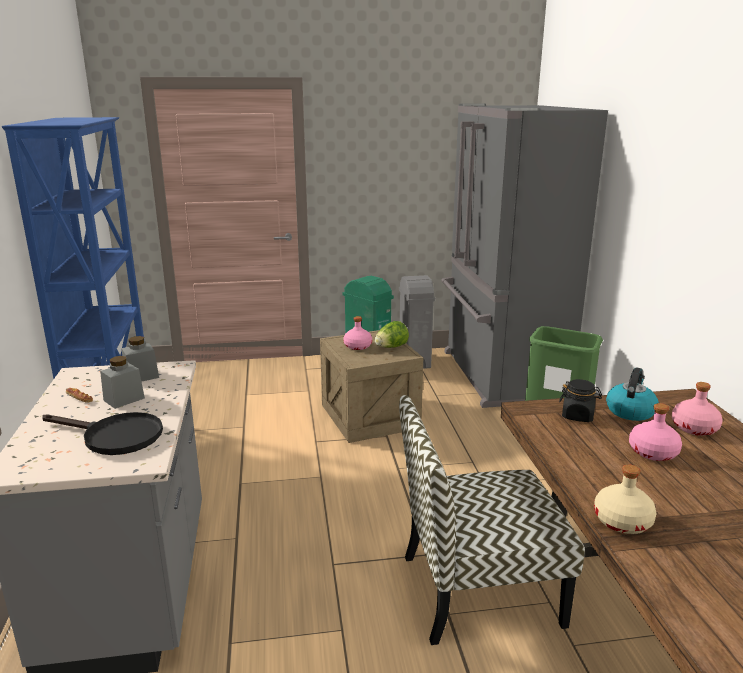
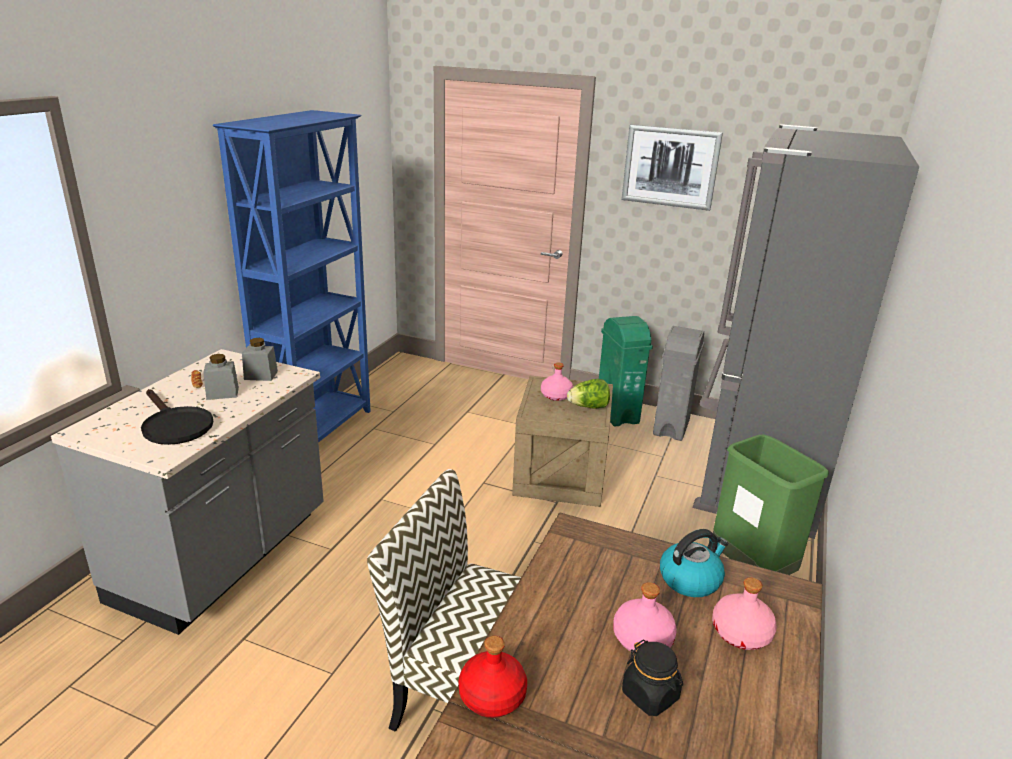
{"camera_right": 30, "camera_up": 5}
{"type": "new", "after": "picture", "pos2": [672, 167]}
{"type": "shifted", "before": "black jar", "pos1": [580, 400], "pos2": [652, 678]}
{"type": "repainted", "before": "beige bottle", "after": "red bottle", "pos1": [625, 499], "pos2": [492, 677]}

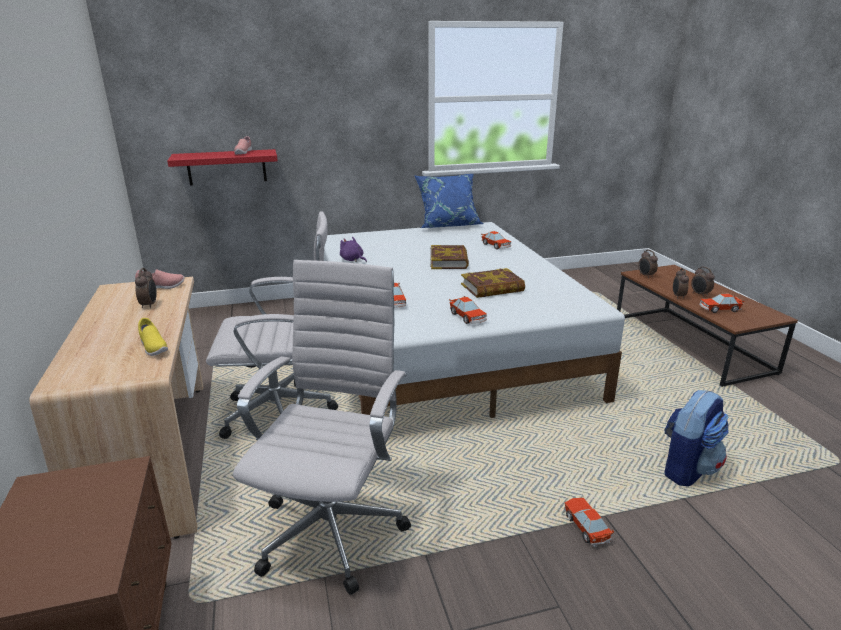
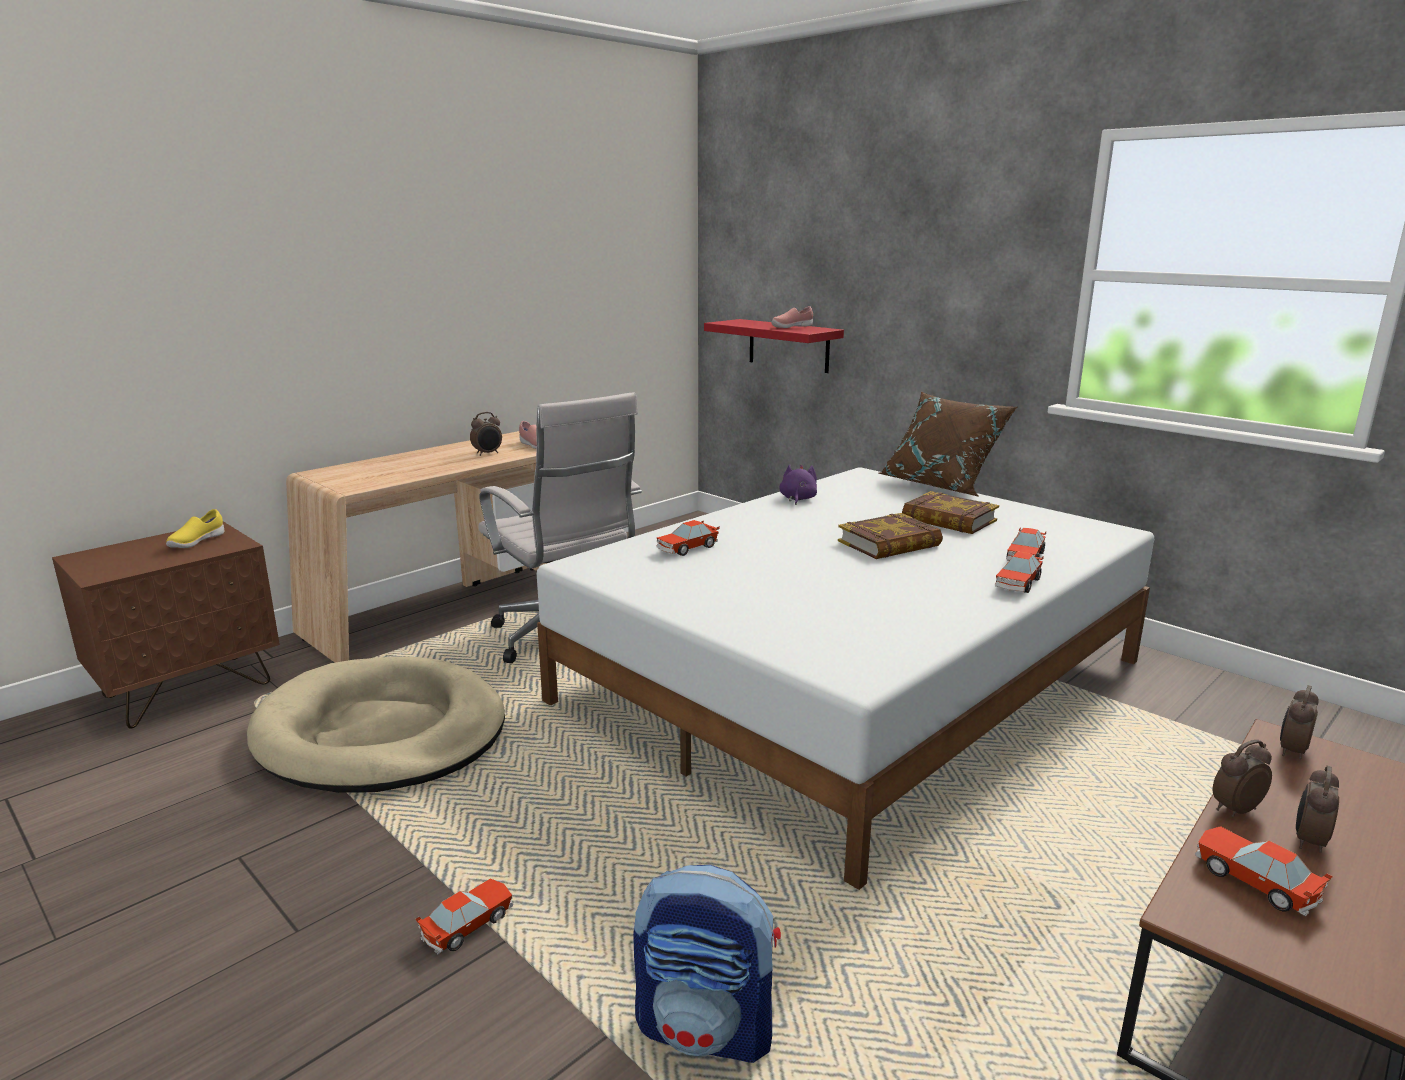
{"camera_right": 60, "camera_up": -5}
{"type": "gone", "before": "blue pillow", "pos1": [449, 201]}
{"type": "new", "after": "brown pillow", "pos2": [947, 444]}
{"type": "shifted", "before": "yellow shoe", "pos1": [153, 337], "pos2": [195, 528]}
{"type": "shifted", "before": "toy car", "pos1": [468, 310], "pos2": [1019, 572]}
{"type": "shifted", "before": "book", "pos1": [493, 283], "pos2": [950, 512]}
{"type": "swapped", "before": "white office chair", "after": "beige dog bed", "pos1": [322, 427], "pos2": [376, 725]}

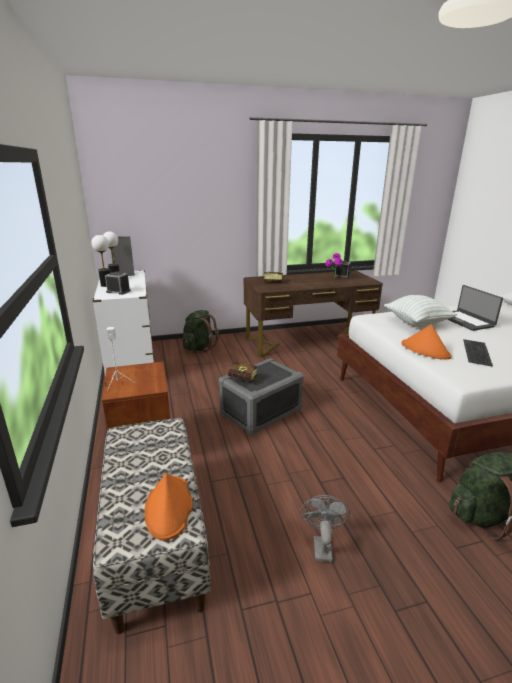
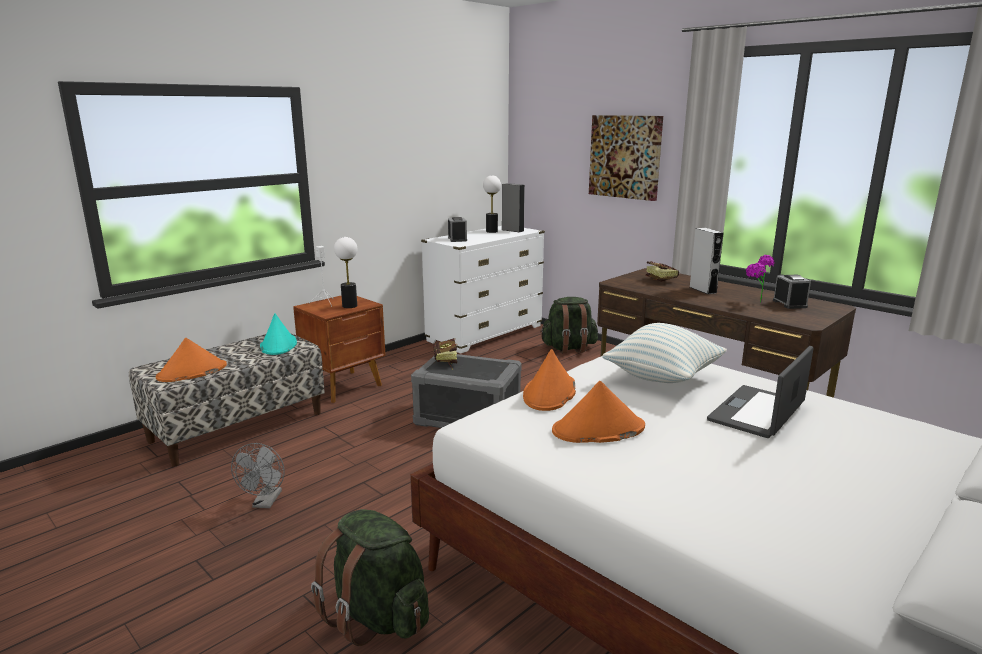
{"camera_right": 60, "camera_up": -5}
{"type": "new", "after": "turquoise hat", "pos2": [278, 334]}
{"type": "new", "after": "picture", "pos2": [626, 158]}
{"type": "new", "after": "grey speaker", "pos2": [707, 261]}
{"type": "shifted", "before": "table lamp", "pos1": [100, 261], "pos2": [345, 272]}
{"type": "swapped", "before": "keyboard", "after": "orange hat", "pos1": [478, 353], "pos2": [598, 412]}
{"type": "rotated", "before": "grey fan", "pos1": [325, 528], "pos2": [258, 475], "turn": 120}

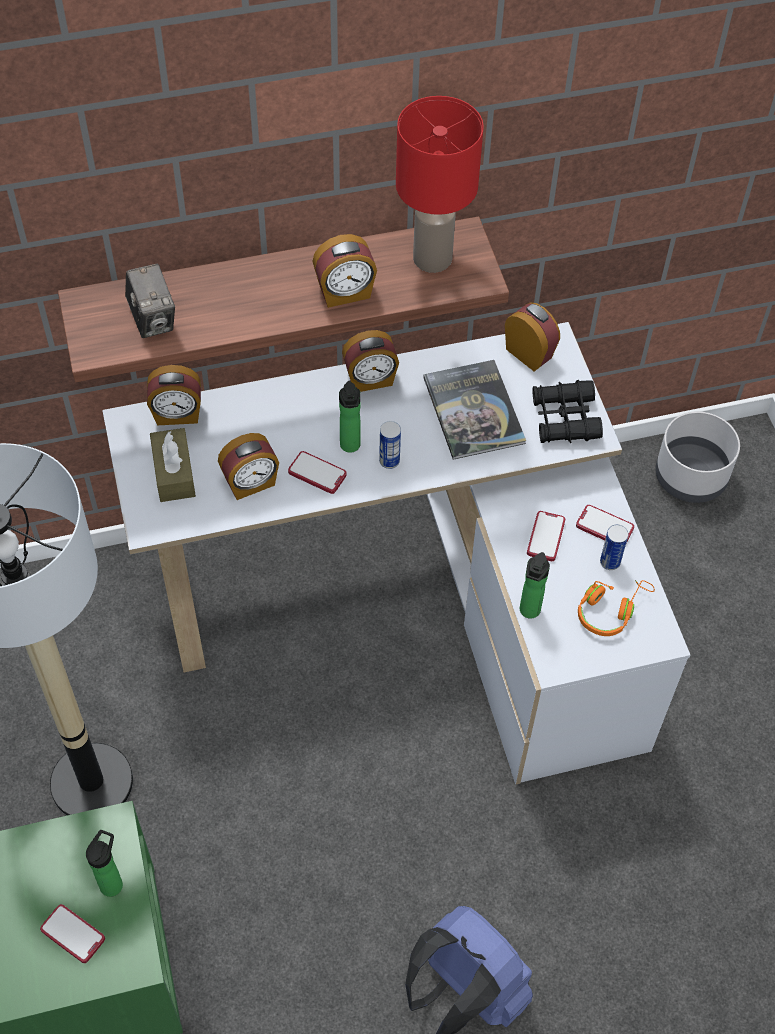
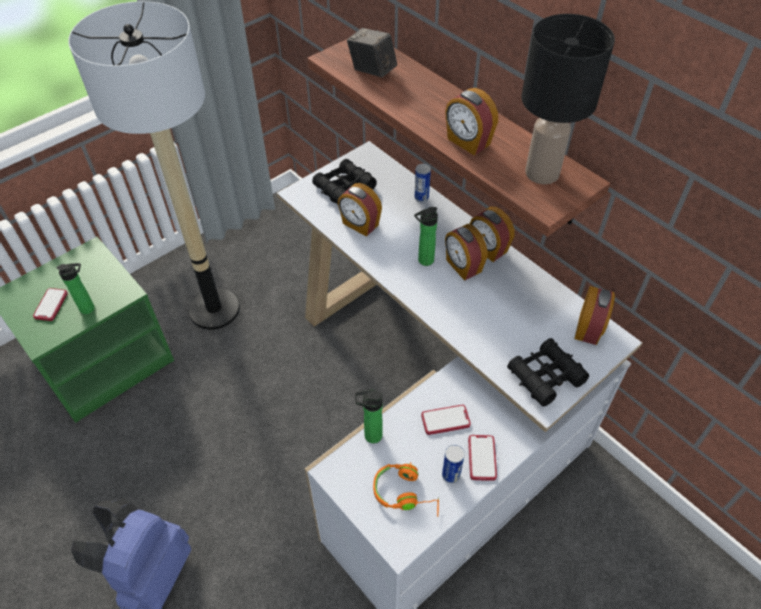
{"camera_right": 65, "camera_up": -5}
{"type": "gone", "before": "phone", "pos1": [317, 472]}
{"type": "gone", "before": "book", "pos1": [474, 410]}
{"type": "gone", "before": "grey planter", "pos1": [697, 457]}
{"type": "shifted", "before": "alarm clock", "pos1": [174, 395], "pos2": [466, 252]}
{"type": "shifted", "before": "can", "pos1": [390, 445], "pos2": [422, 183]}
{"type": "swapped", "before": "brown tissue box", "after": "black binoculars", "pos1": [173, 465], "pos2": [344, 181]}
{"type": "repainted", "before": "red table lamp", "after": "black table lamp", "pos1": [440, 184], "pos2": [568, 99]}
{"type": "rotated", "before": "photo camera", "pos1": [150, 301], "pos2": [372, 52], "turn": 90}

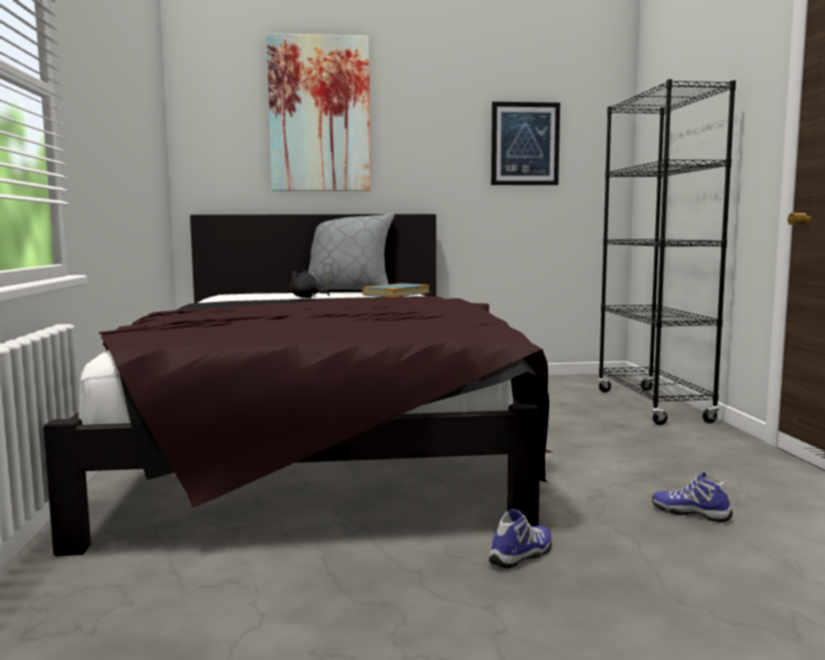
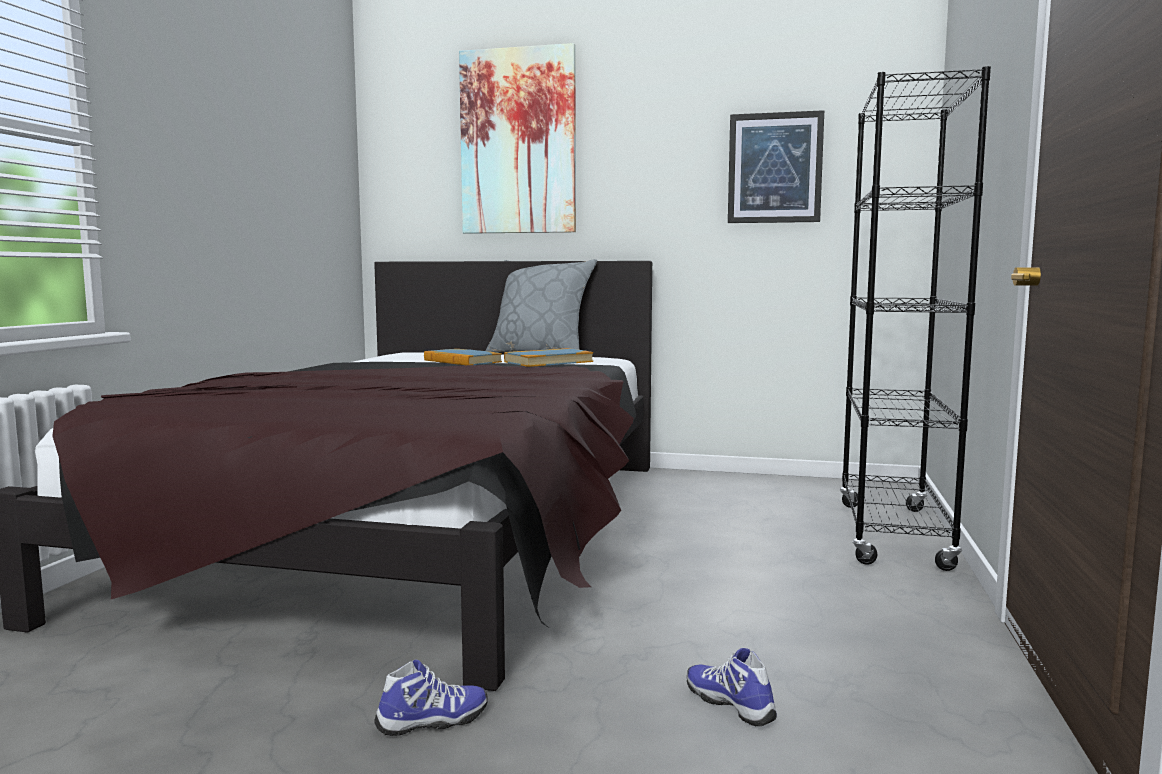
{"camera_right": 20, "camera_up": 0}
{"type": "swapped", "before": "black plush toy", "after": "book", "pos1": [310, 284], "pos2": [463, 357]}

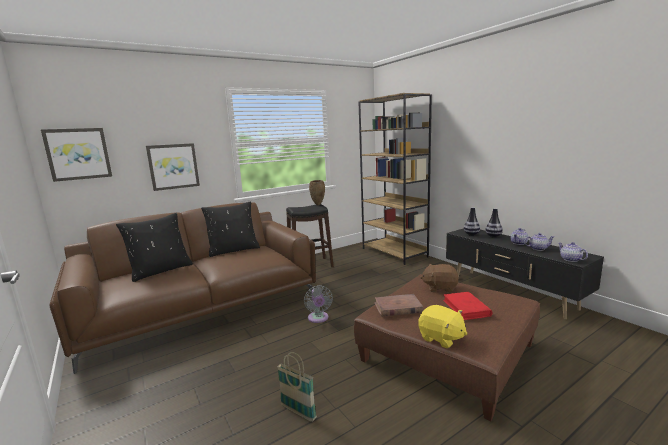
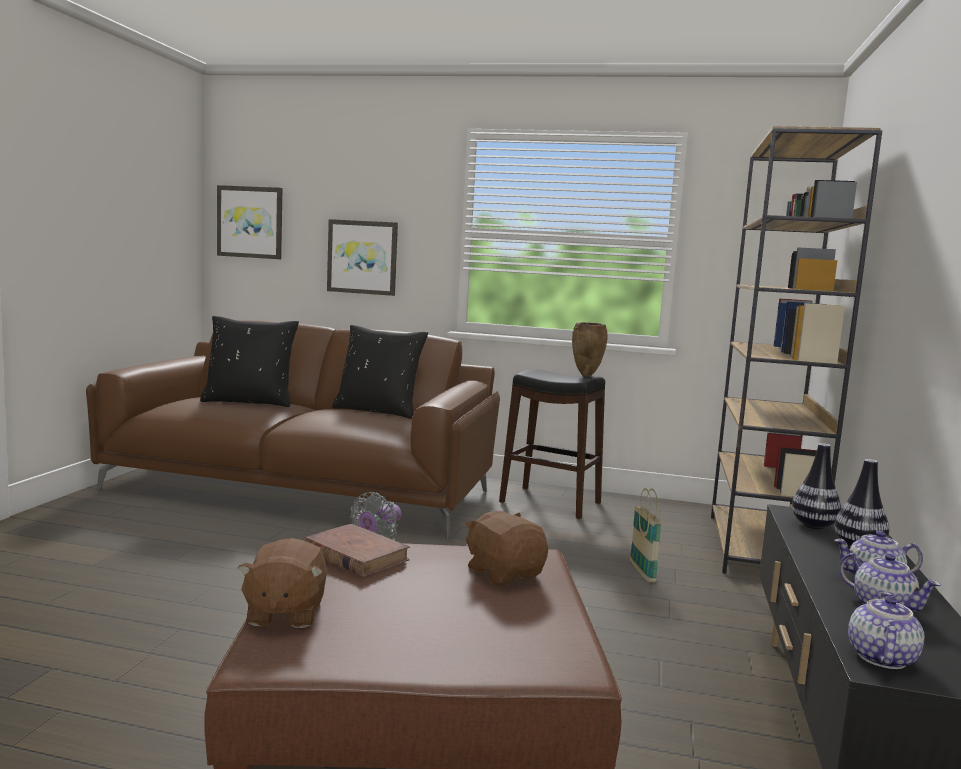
{"camera_right": 45, "camera_up": -5}
{"type": "gone", "before": "red book", "pos1": [468, 306]}
{"type": "shifted", "before": "basket", "pos1": [297, 387], "pos2": [646, 535]}
{"type": "repainted", "before": "yellow plush toy", "after": "brown plush toy", "pos1": [442, 327], "pos2": [282, 583]}

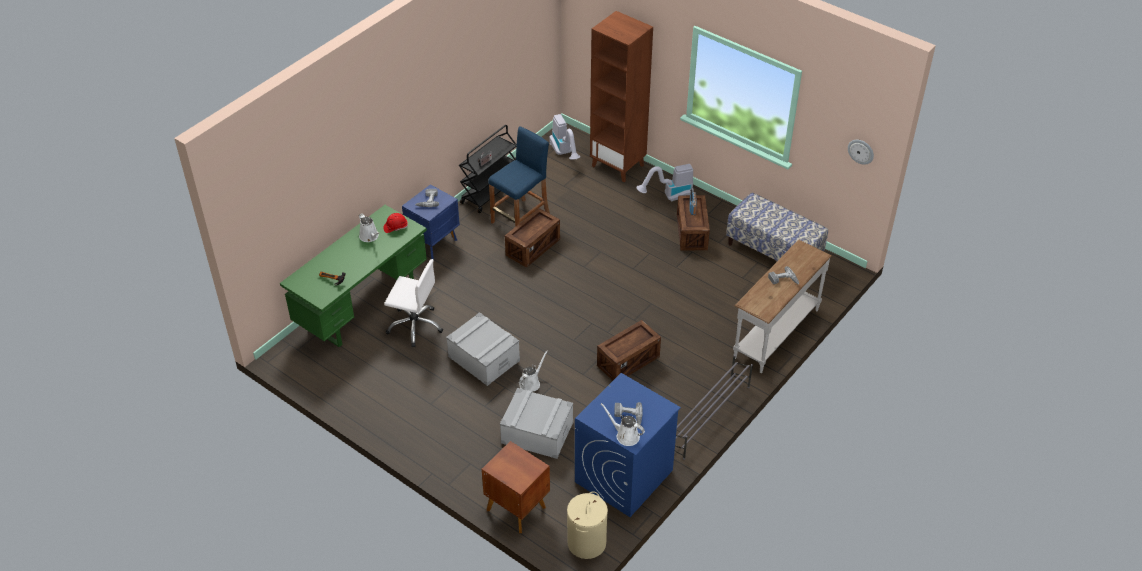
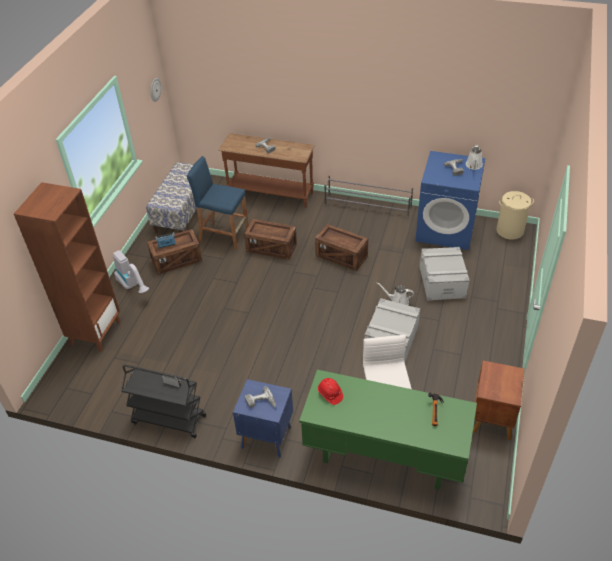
{"camera_right": -110, "camera_up": 0}
{"type": "gone", "before": "white watering can", "pos1": [369, 227]}
{"type": "gone", "before": "vacuum cleaner", "pos1": [565, 137]}
{"type": "shifted", "before": "brown nightstand", "pos1": [516, 487], "pos2": [499, 400]}
{"type": "shifted", "before": "blue stool", "pos1": [519, 177], "pos2": [218, 203]}
{"type": "shifted", "before": "crate", "pos1": [532, 238], "pos2": [270, 239]}
{"type": "repainted", "before": "white console table", "after": "brown console table", "pos1": [782, 306], "pos2": [266, 170]}

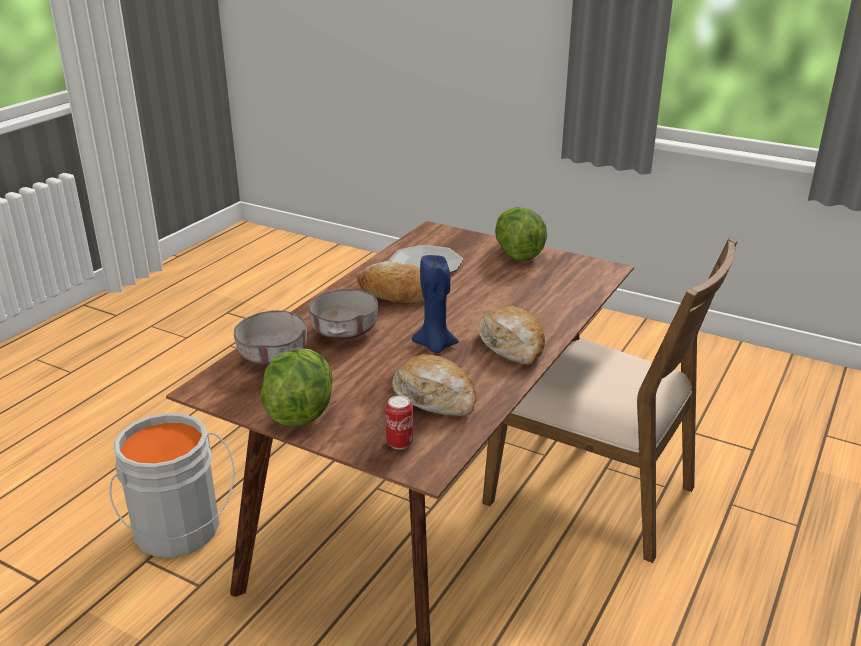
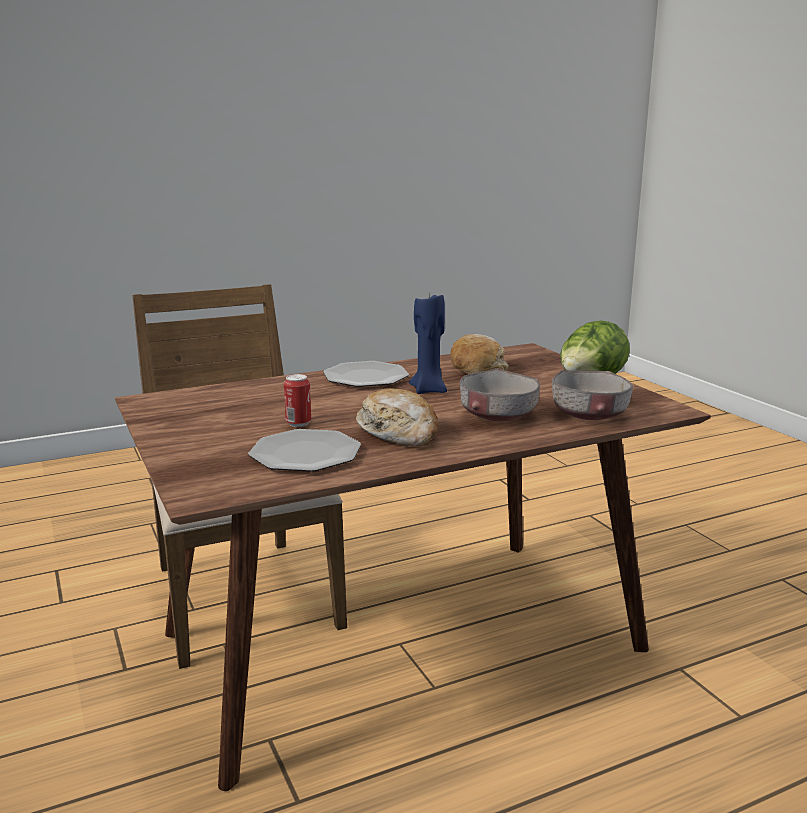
{"camera_right": -145, "camera_up": -10}
{"type": "gone", "before": "grey bucket", "pos1": [172, 485]}
{"type": "gone", "before": "lettuce", "pos1": [521, 234]}
{"type": "shifted", "before": "can", "pos1": [399, 422], "pos2": [297, 400]}
{"type": "swapped", "before": "bread", "after": "plate", "pos1": [512, 335], "pos2": [366, 374]}

